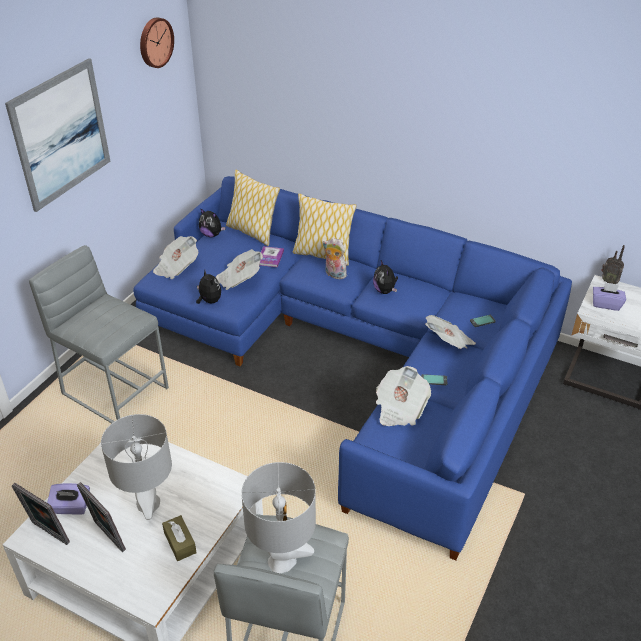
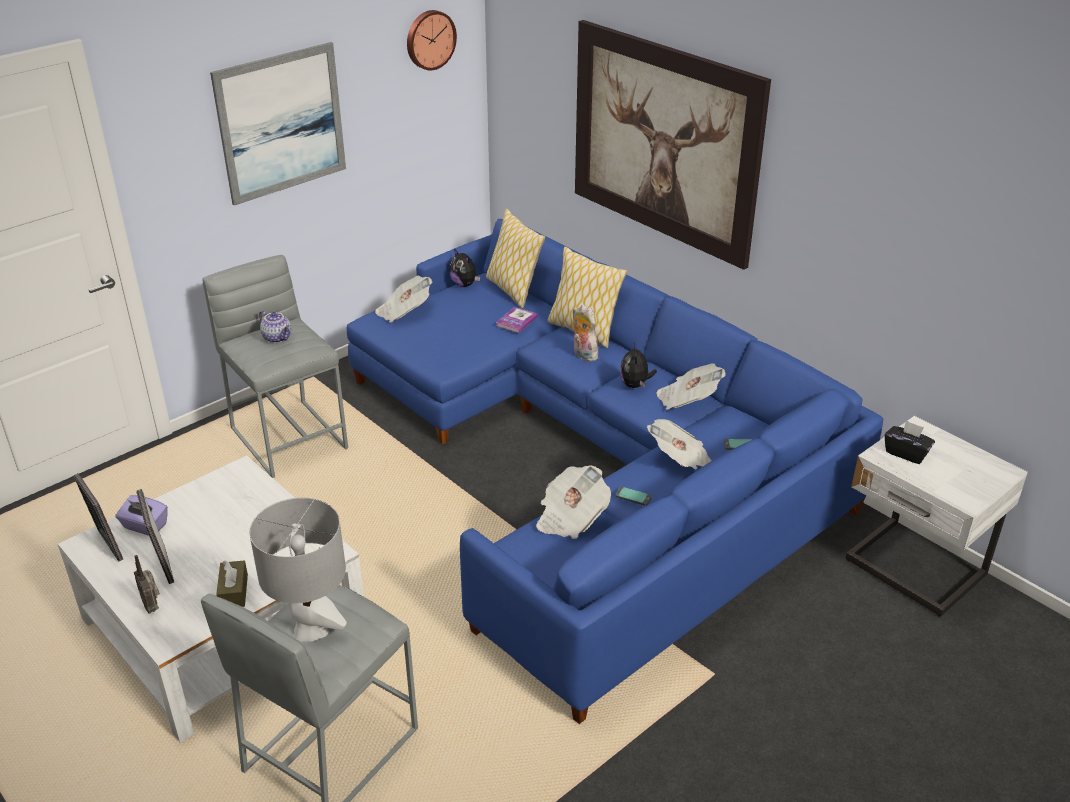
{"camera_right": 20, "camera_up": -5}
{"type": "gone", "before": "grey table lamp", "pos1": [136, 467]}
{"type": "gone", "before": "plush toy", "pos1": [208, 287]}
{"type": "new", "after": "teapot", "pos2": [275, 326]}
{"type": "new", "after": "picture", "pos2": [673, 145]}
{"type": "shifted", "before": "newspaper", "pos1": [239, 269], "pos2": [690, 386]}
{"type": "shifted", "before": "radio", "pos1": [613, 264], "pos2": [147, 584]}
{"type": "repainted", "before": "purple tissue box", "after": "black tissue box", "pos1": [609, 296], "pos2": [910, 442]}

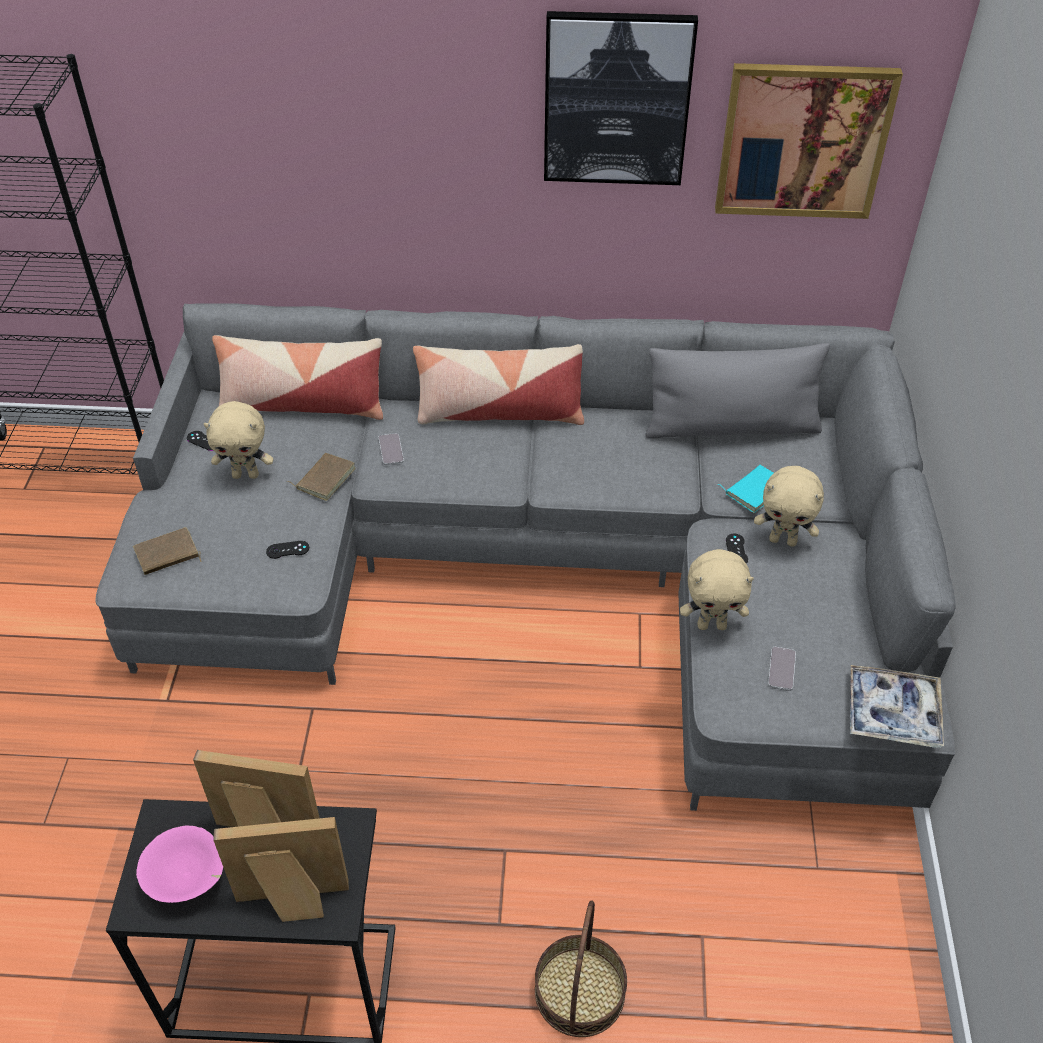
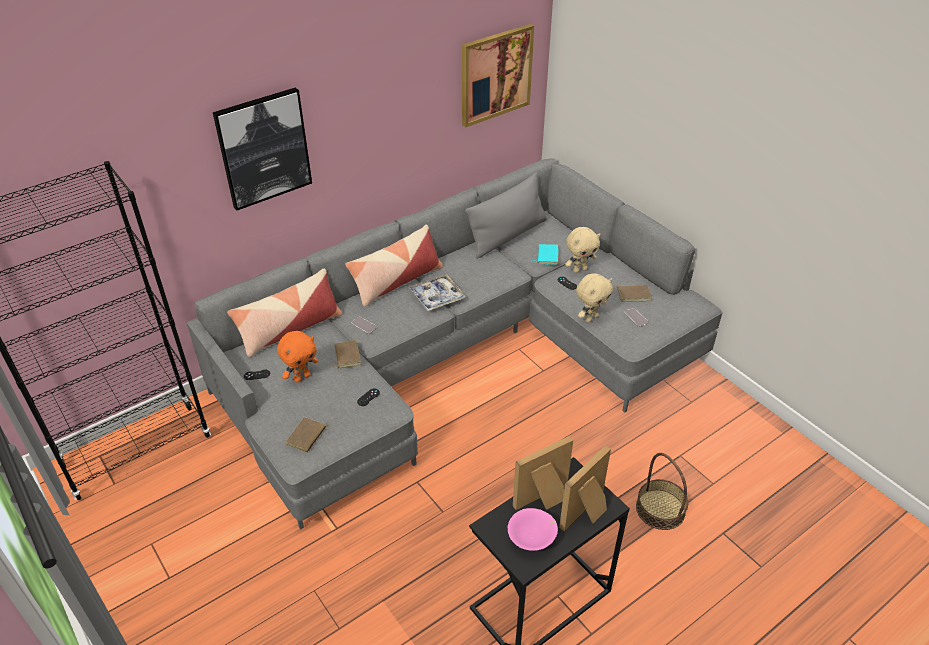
{"camera_right": -40, "camera_up": -5}
{"type": "new", "after": "brown book", "pos2": [634, 293]}
{"type": "shifted", "before": "picture", "pos1": [621, 98], "pos2": [262, 148]}
{"type": "shifted", "before": "tray", "pos1": [897, 706], "pos2": [437, 292]}
{"type": "repainted", "before": "beige plush toy", "after": "orange plush toy", "pos1": [238, 440], "pos2": [297, 357]}

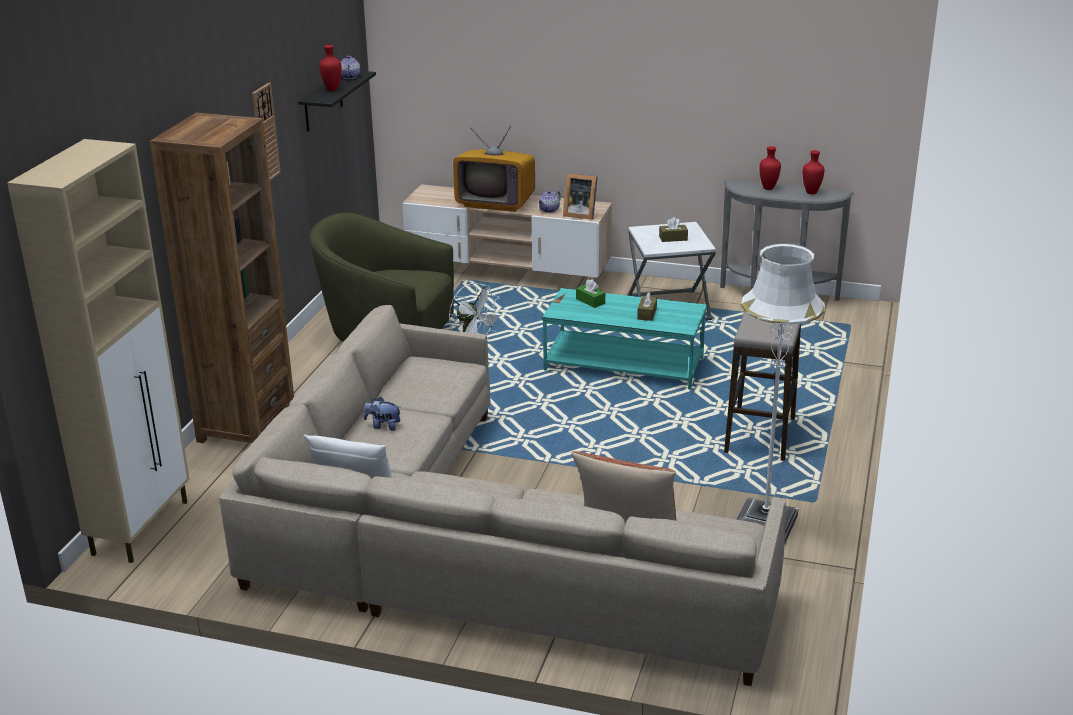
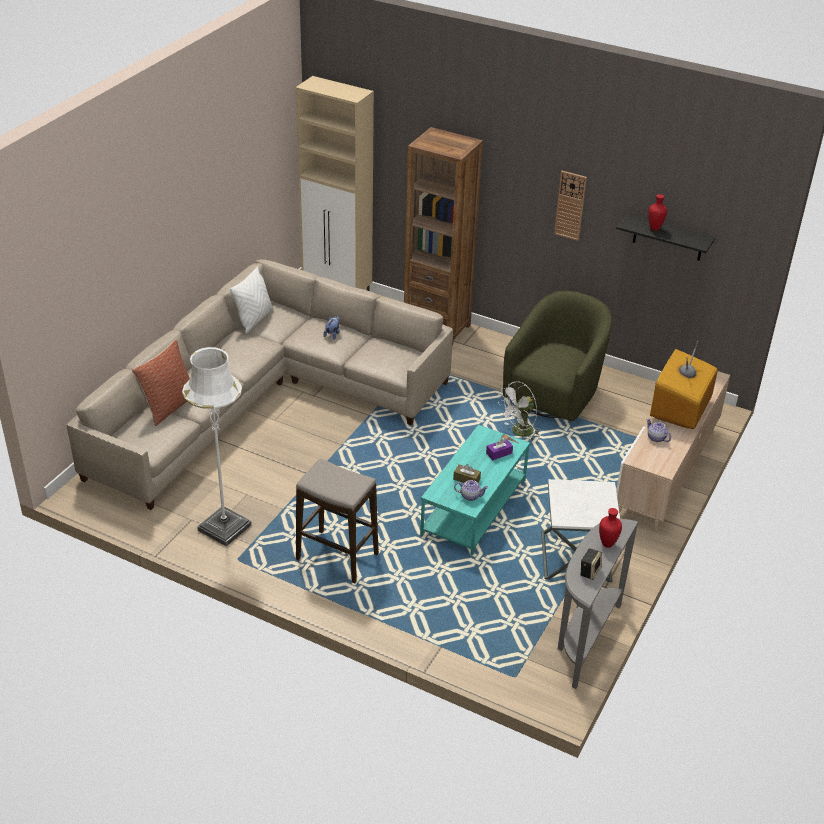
{"camera_right": 100, "camera_up": 10}
{"type": "gone", "before": "picture frame", "pos1": [580, 196]}
{"type": "gone", "before": "brown tissue box", "pos1": [673, 229]}
{"type": "shifted", "before": "teapot", "pos1": [350, 67], "pos2": [471, 490]}
{"type": "swapped", "before": "red vase", "after": "speaker", "pos1": [814, 172], "pos2": [591, 564]}
{"type": "repainted", "before": "green tissue box", "after": "purple tissue box", "pos1": [590, 293], "pos2": [499, 449]}

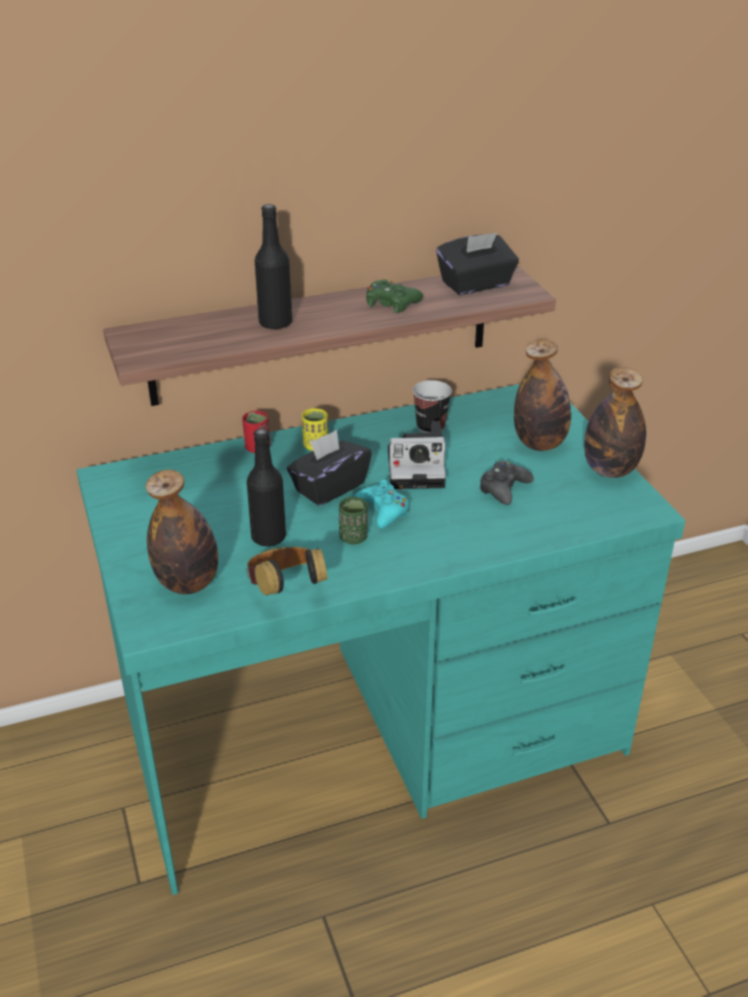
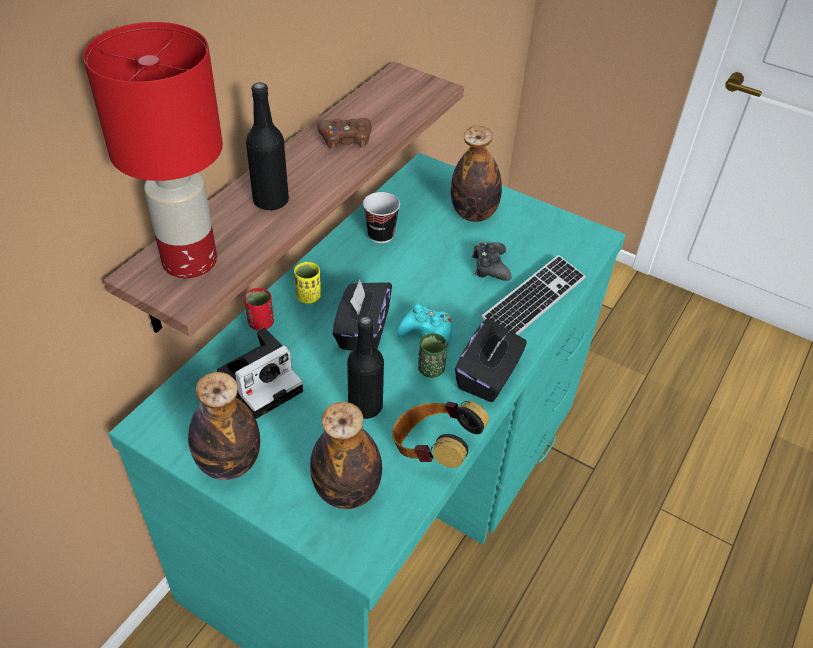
{"camera_right": -40, "camera_up": 10}
{"type": "new", "after": "red table lamp", "pos2": [153, 150]}
{"type": "new", "after": "keyboard", "pos2": [533, 295]}
{"type": "shifted", "before": "photo camera", "pos1": [417, 455], "pos2": [260, 373]}
{"type": "shifted", "before": "black tissue box", "pos1": [477, 263], "pos2": [491, 360]}
{"type": "shifted", "before": "bottle", "pos1": [615, 422], "pos2": [224, 426]}
{"type": "repainted", "before": "green game controller", "after": "brown game controller", "pos1": [394, 296], "pos2": [344, 134]}

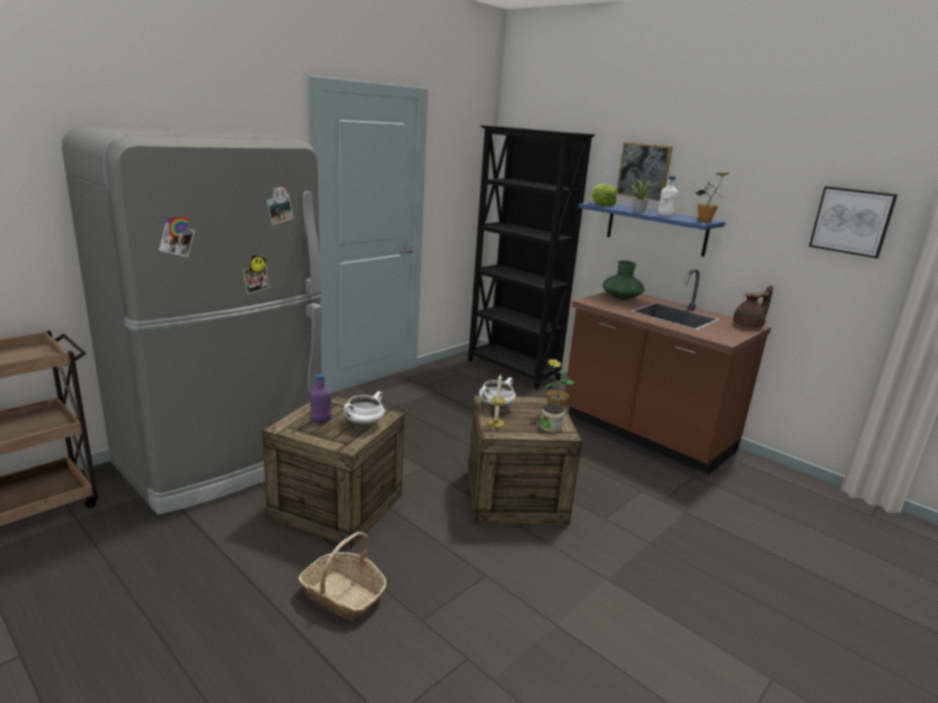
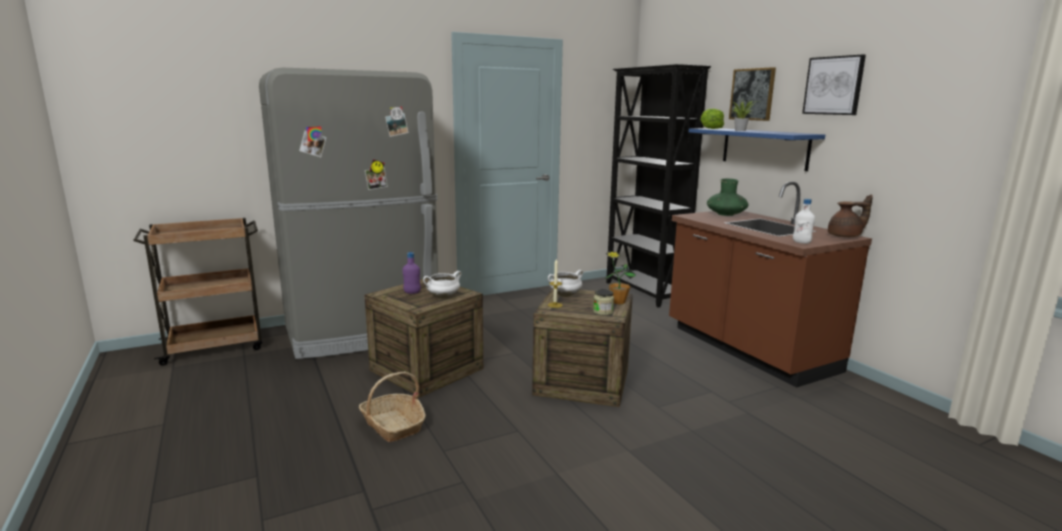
{"camera_right": 20, "camera_up": -5}
{"type": "gone", "before": "potted plant", "pos1": [712, 198]}
{"type": "shifted", "before": "white bottle", "pos1": [668, 196], "pos2": [804, 221]}
{"type": "shifted", "before": "picture", "pos1": [853, 222], "pos2": [834, 84]}

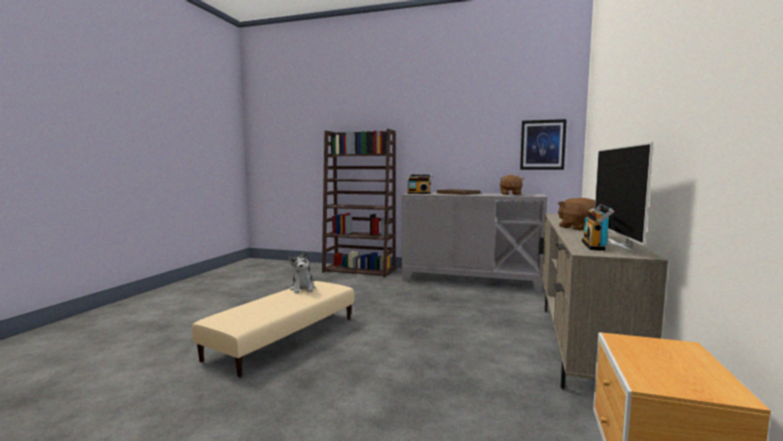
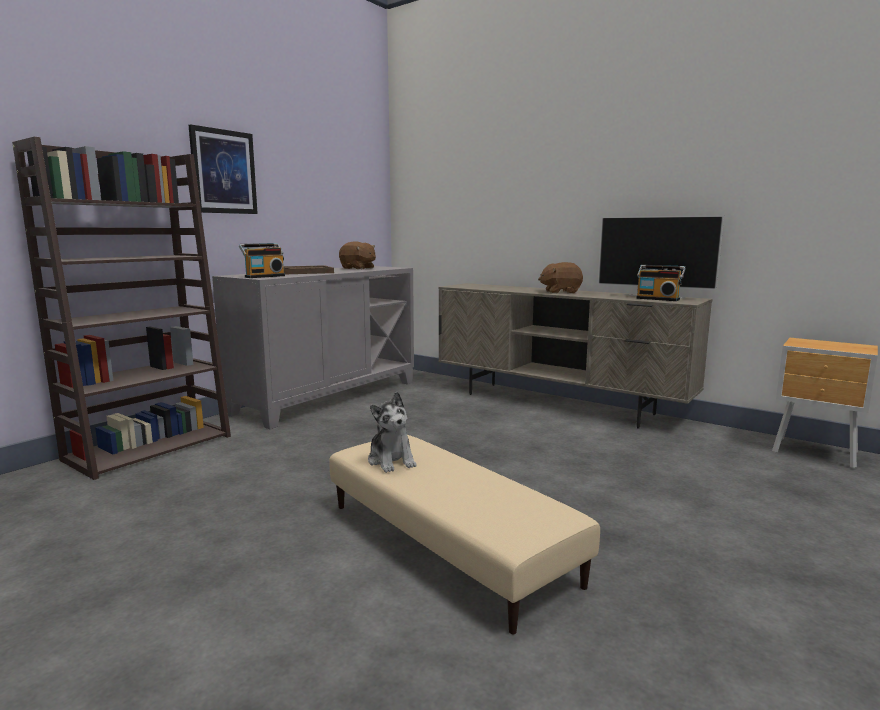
{"camera_right": -70, "camera_up": 5}
{"type": "shifted", "before": "picture", "pos1": [543, 144], "pos2": [223, 169]}
{"type": "rotated", "before": "plush toy", "pos1": [302, 272], "pos2": [392, 432], "turn": 60}

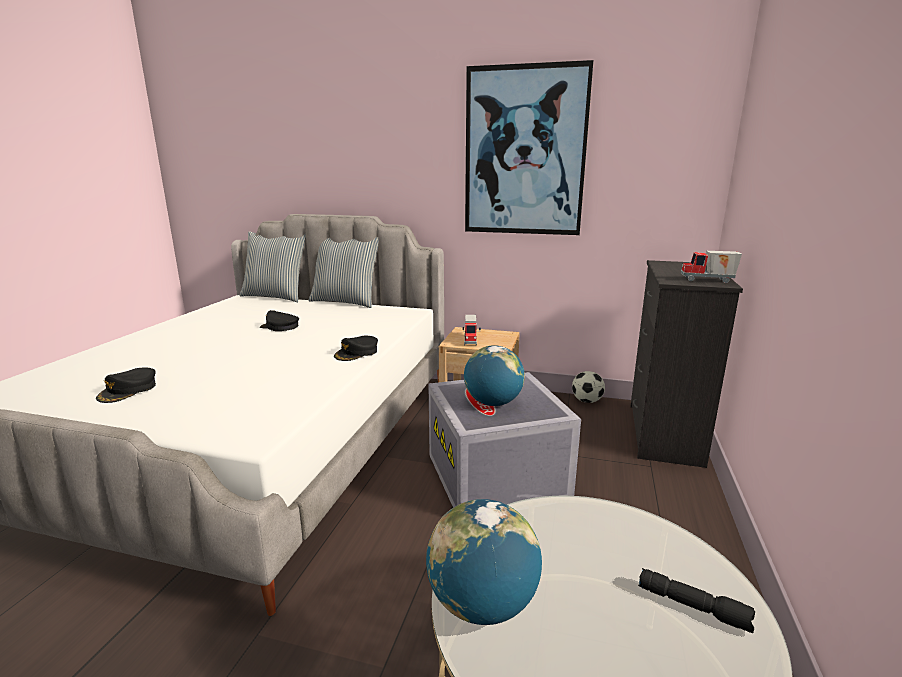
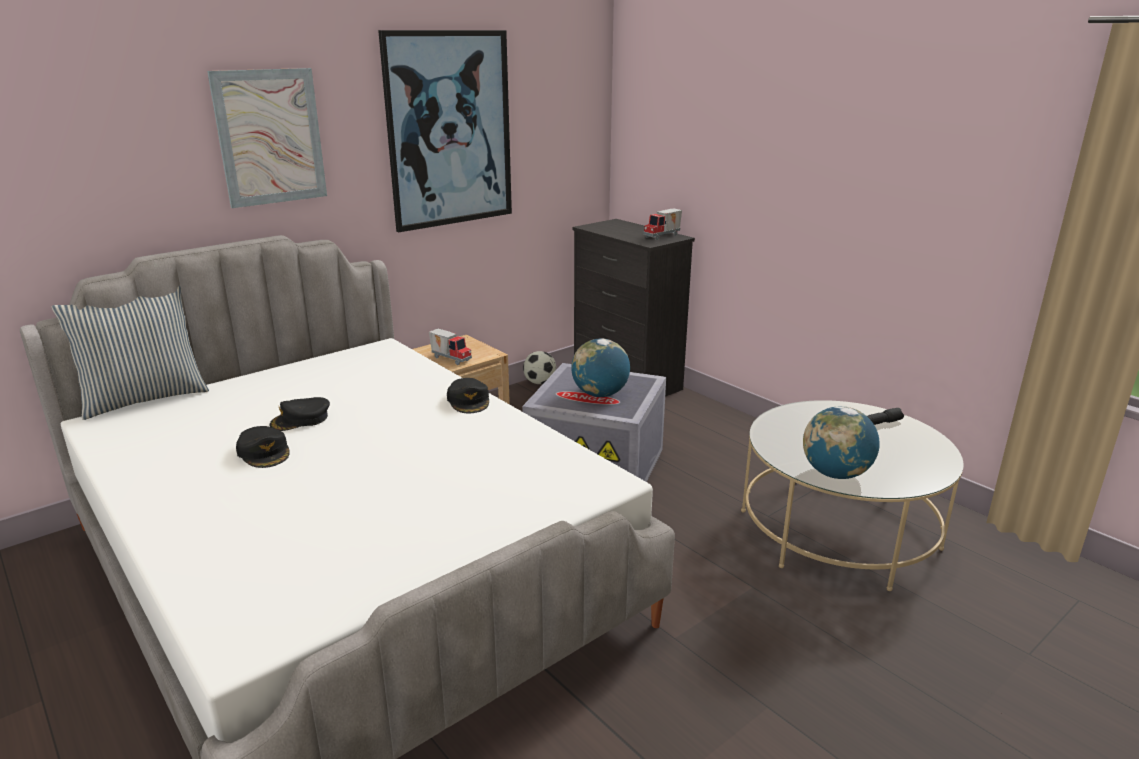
{"camera_right": -55, "camera_up": 5}
{"type": "gone", "before": "pillow", "pos1": [344, 272]}
{"type": "new", "after": "picture", "pos2": [267, 138]}
{"type": "shifted", "before": "black cap", "pos1": [126, 385], "pos2": [263, 447]}

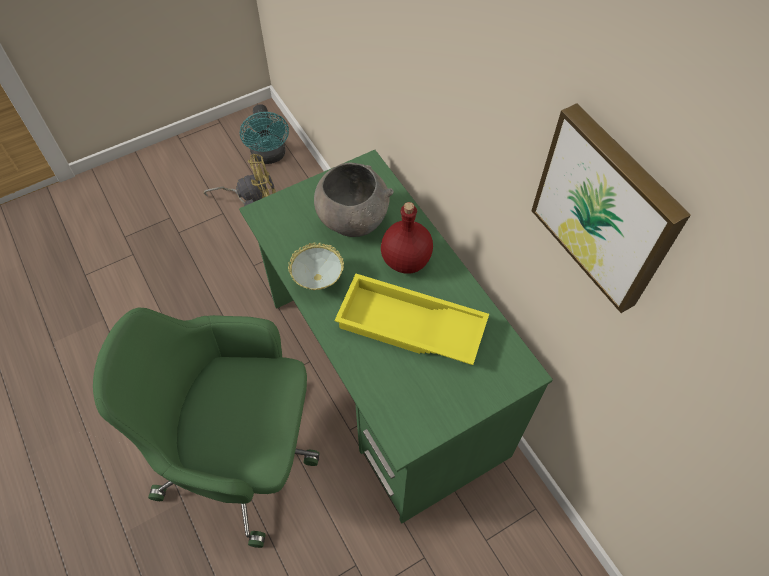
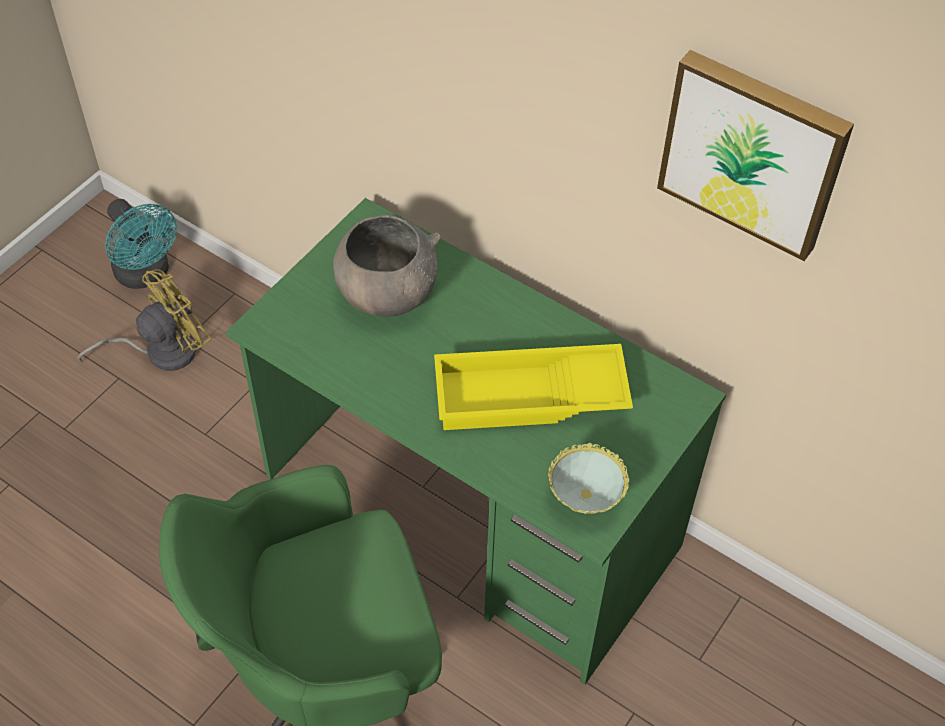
{"camera_right": -25, "camera_up": -5}
{"type": "gone", "before": "red bottle", "pos1": [407, 238]}
{"type": "shifted", "before": "bowl", "pos1": [316, 266], "pos2": [589, 478]}

